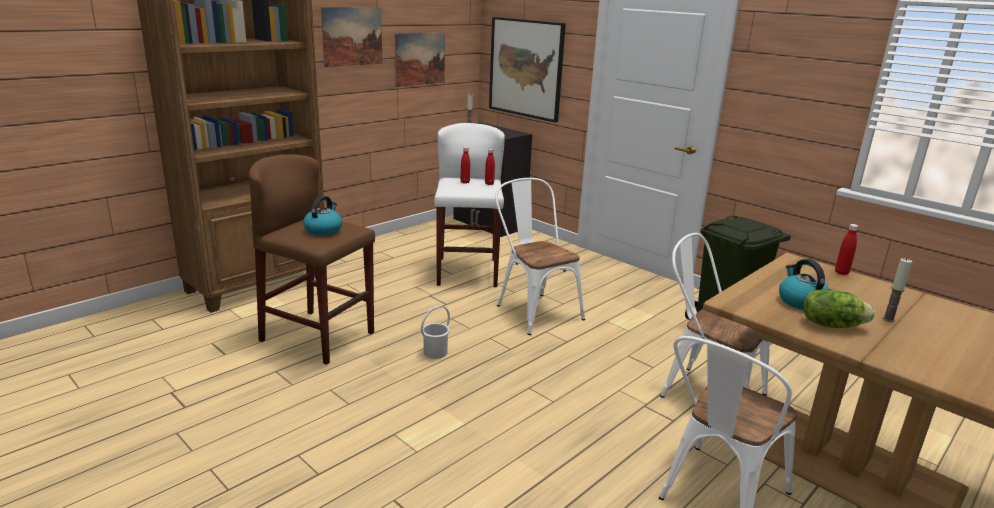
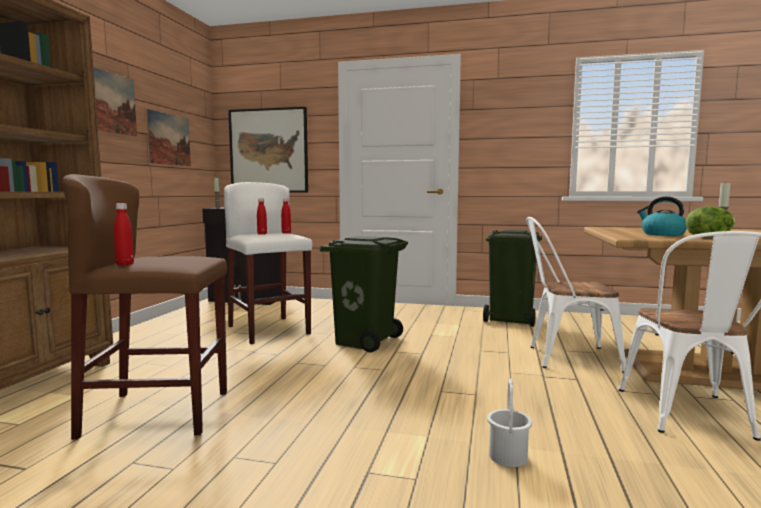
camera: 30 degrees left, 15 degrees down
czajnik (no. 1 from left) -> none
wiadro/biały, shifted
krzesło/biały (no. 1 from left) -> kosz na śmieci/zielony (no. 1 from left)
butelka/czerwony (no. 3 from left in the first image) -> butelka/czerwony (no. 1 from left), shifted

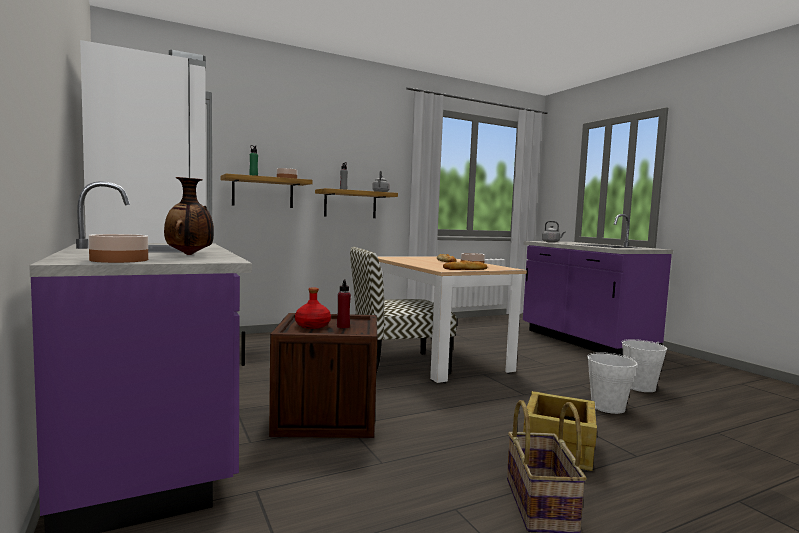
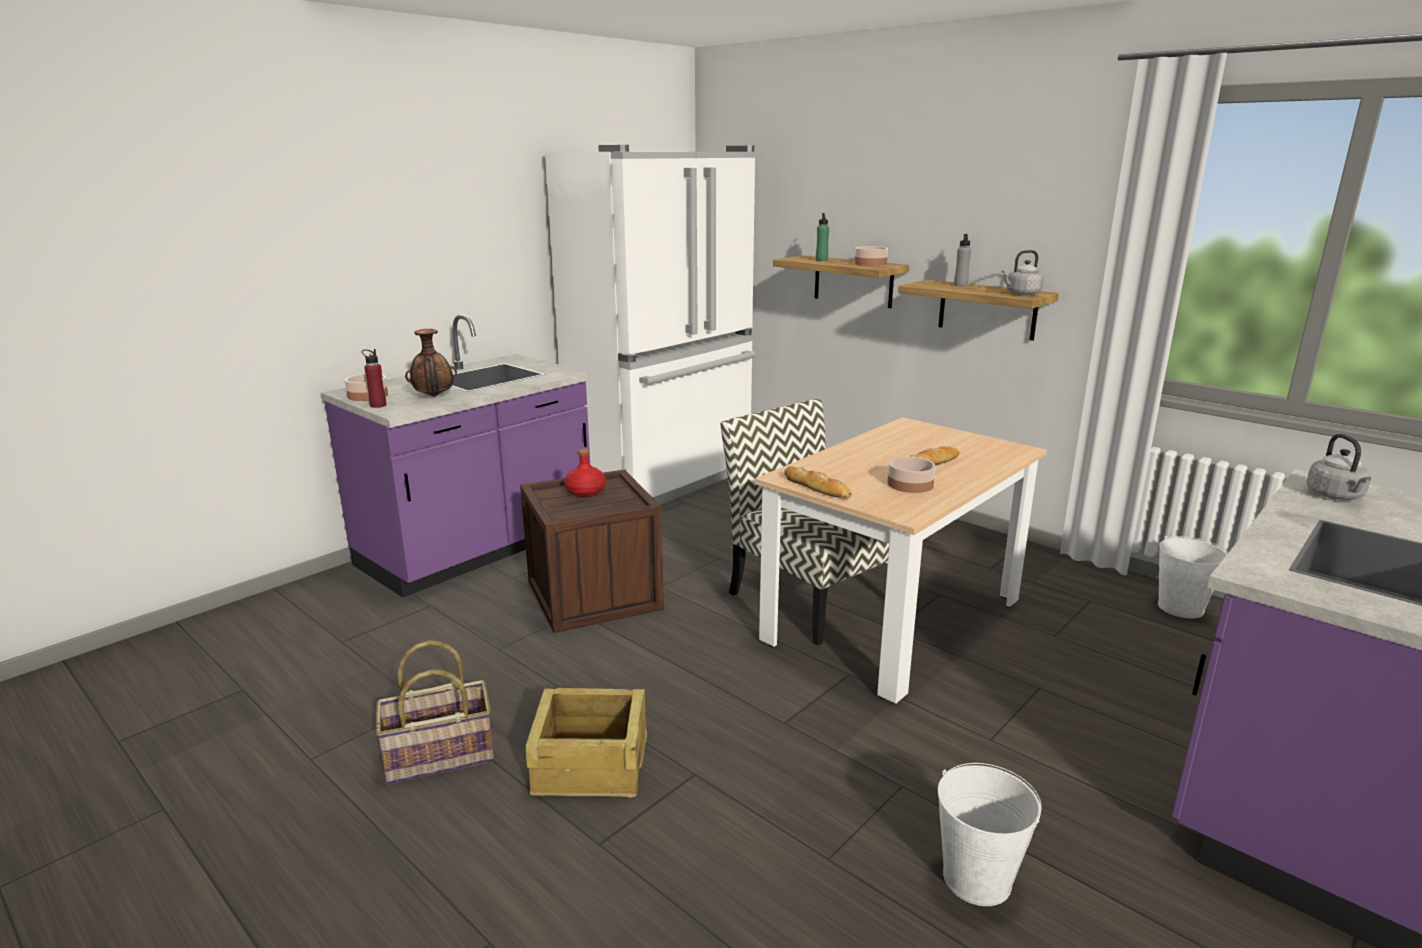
camera: 70 degrees right, 15 degrees up
butelka/czerwony (no. 2 from left in the first image) -> butelka/czerwony (no. 1 from left), shifted
wiadro/biały (no. 1 from left in the first image) -> wiadro/biały (no. 2 from left), shifted

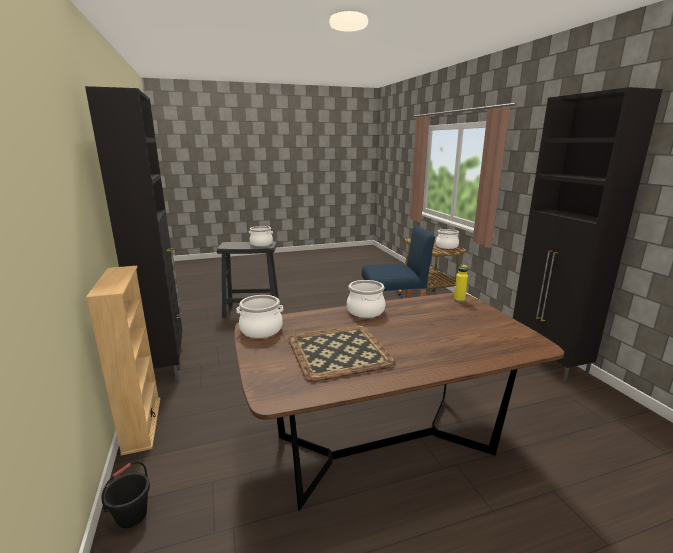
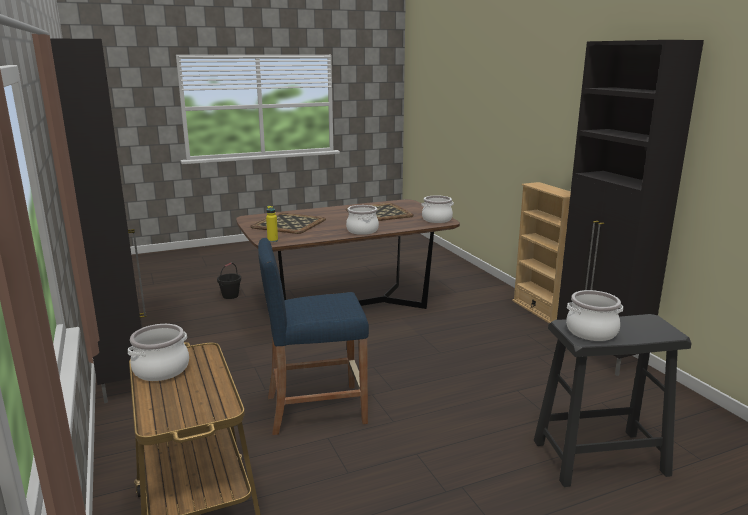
camera: 175 degrees right, 0 degrees up
wiadro/czarny, shifted
none -> taca (no. 1 from left)

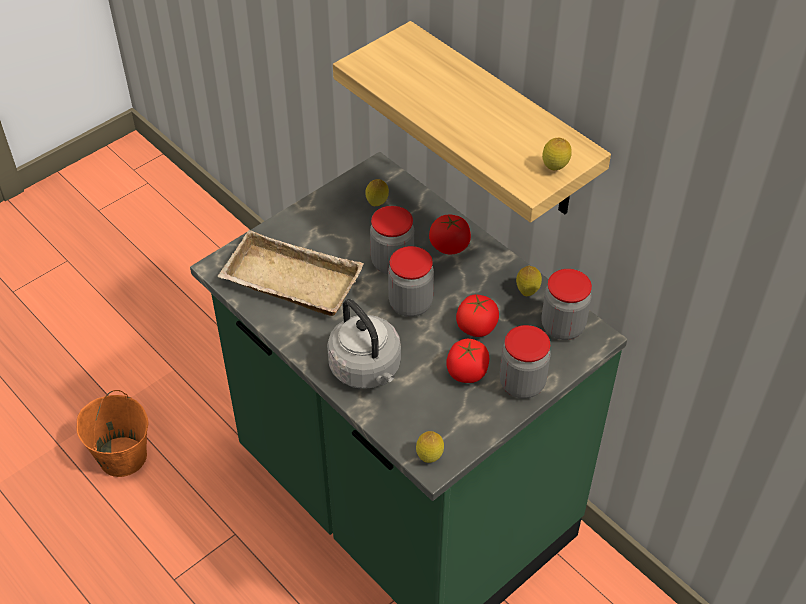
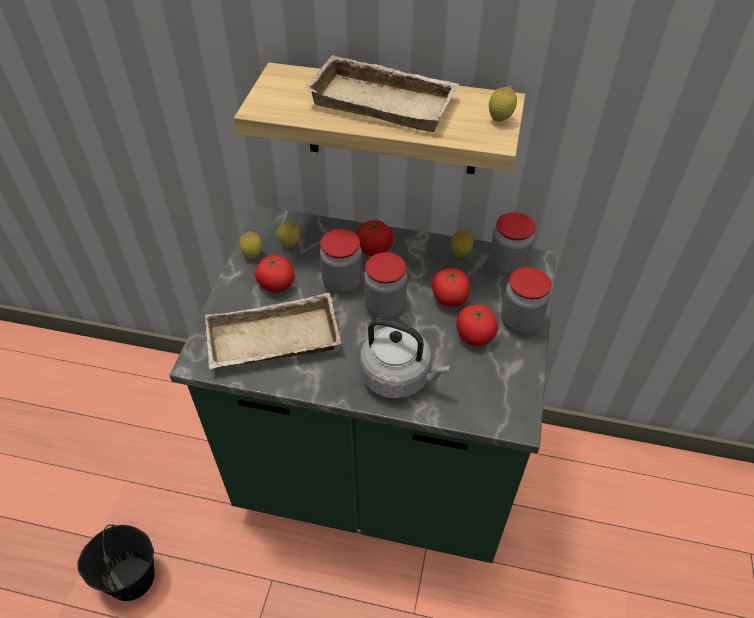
camera: 35 degrees left, 0 degrees up
wiadro/pomarańczowy -> wiadro/czarny
cytryna (no. 2 from left in the first image) -> cytryna (no. 1 from left), shifted
none -> pomidor (no. 1 from left)
none -> taca/beżowy (no. 2 from left)

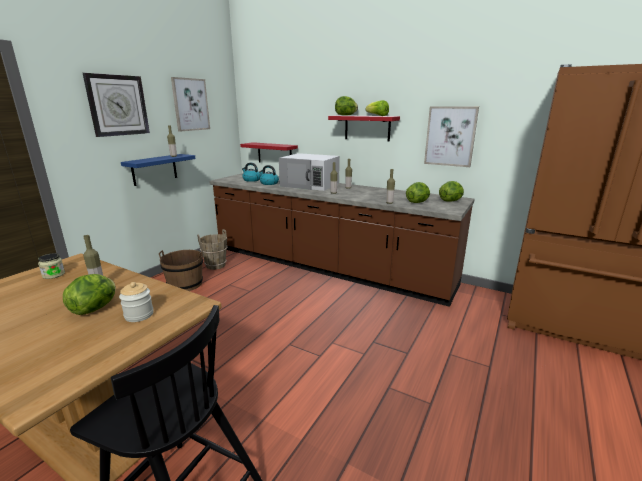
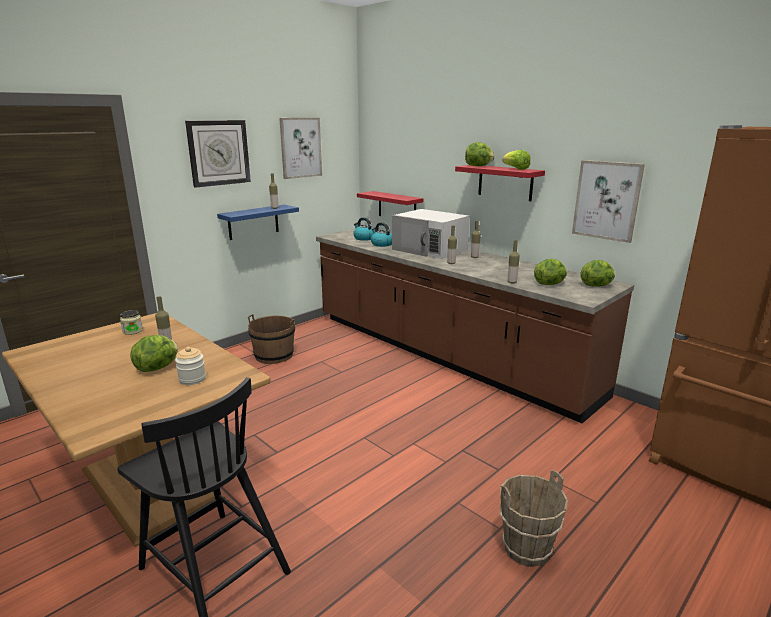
camera: 15 degrees right, 0 degrees up
wiadro/brązowy (no. 2 from left), shifted

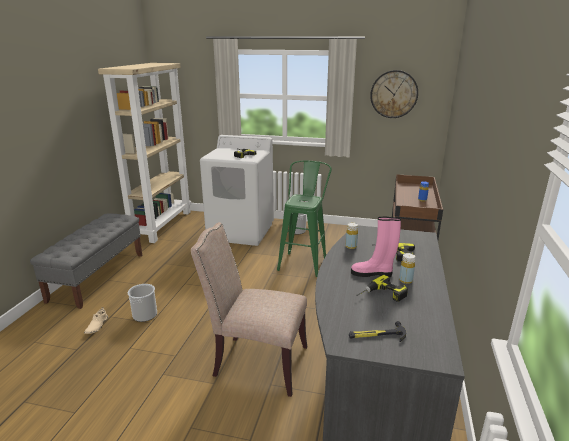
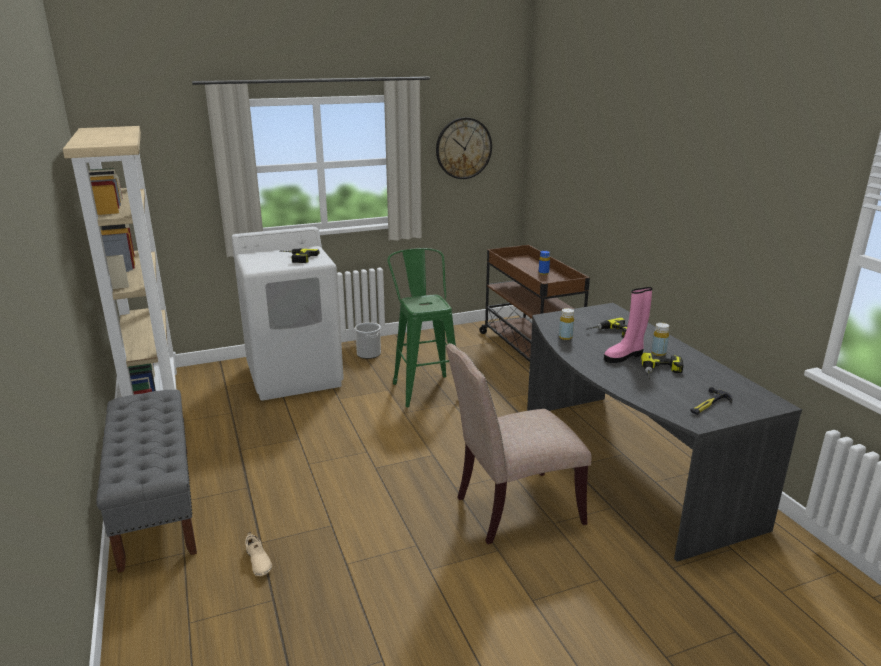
camera: 35 degrees left, 0 degrees up
wiadro (no. 1 from left) -> none

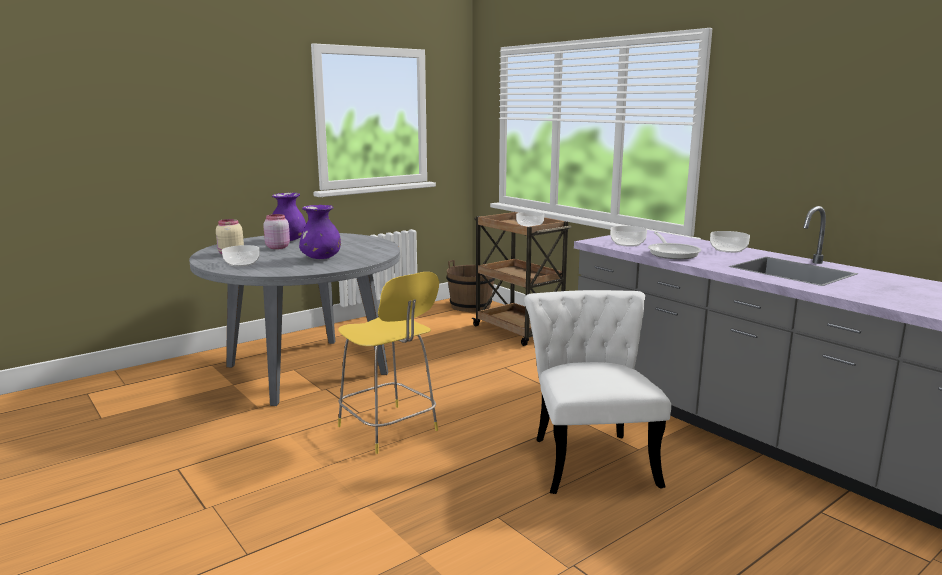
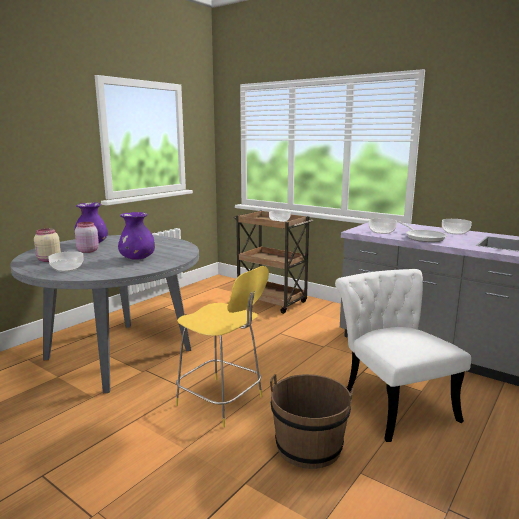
camera: 15 degrees left, 0 degrees up
wiadro/brązowy, shifted

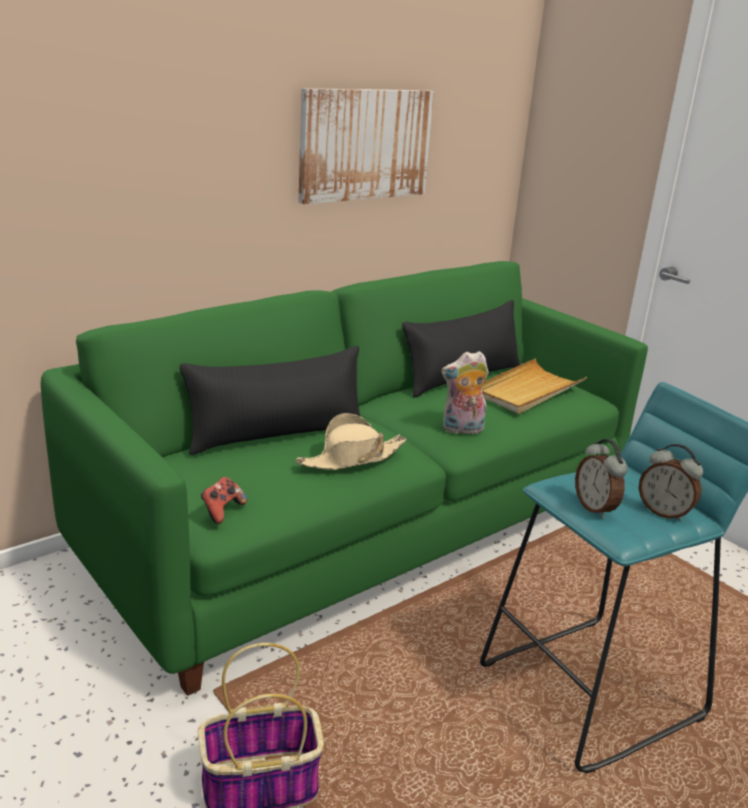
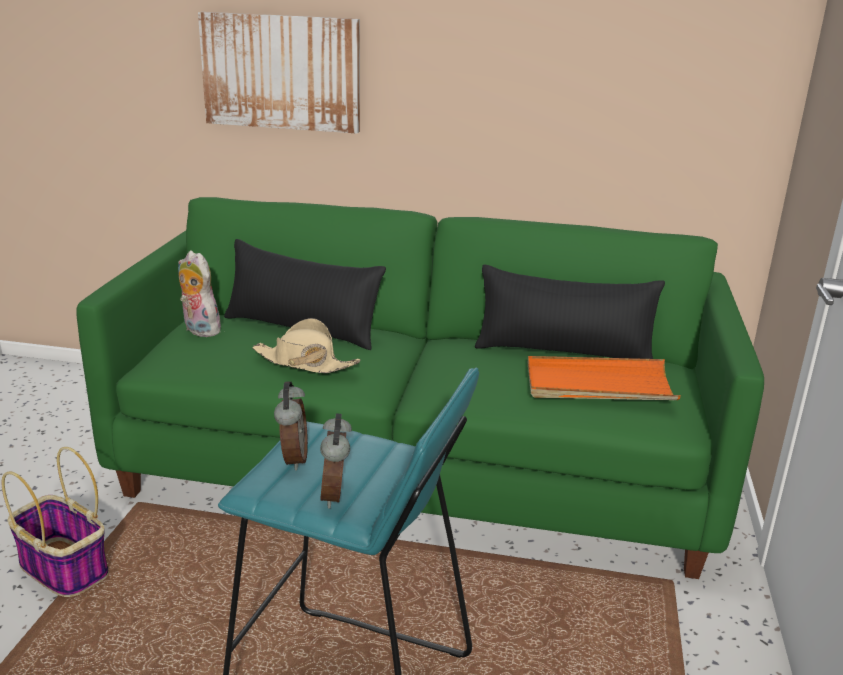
camera: 50 degrees right, 0 degrees up
pad do gier -> none
obraz, shifted
pluszak, shifted
taca/beżowy -> taca/pomarańczowy
budzik (no. 1 from left), 150 degrees clockwise

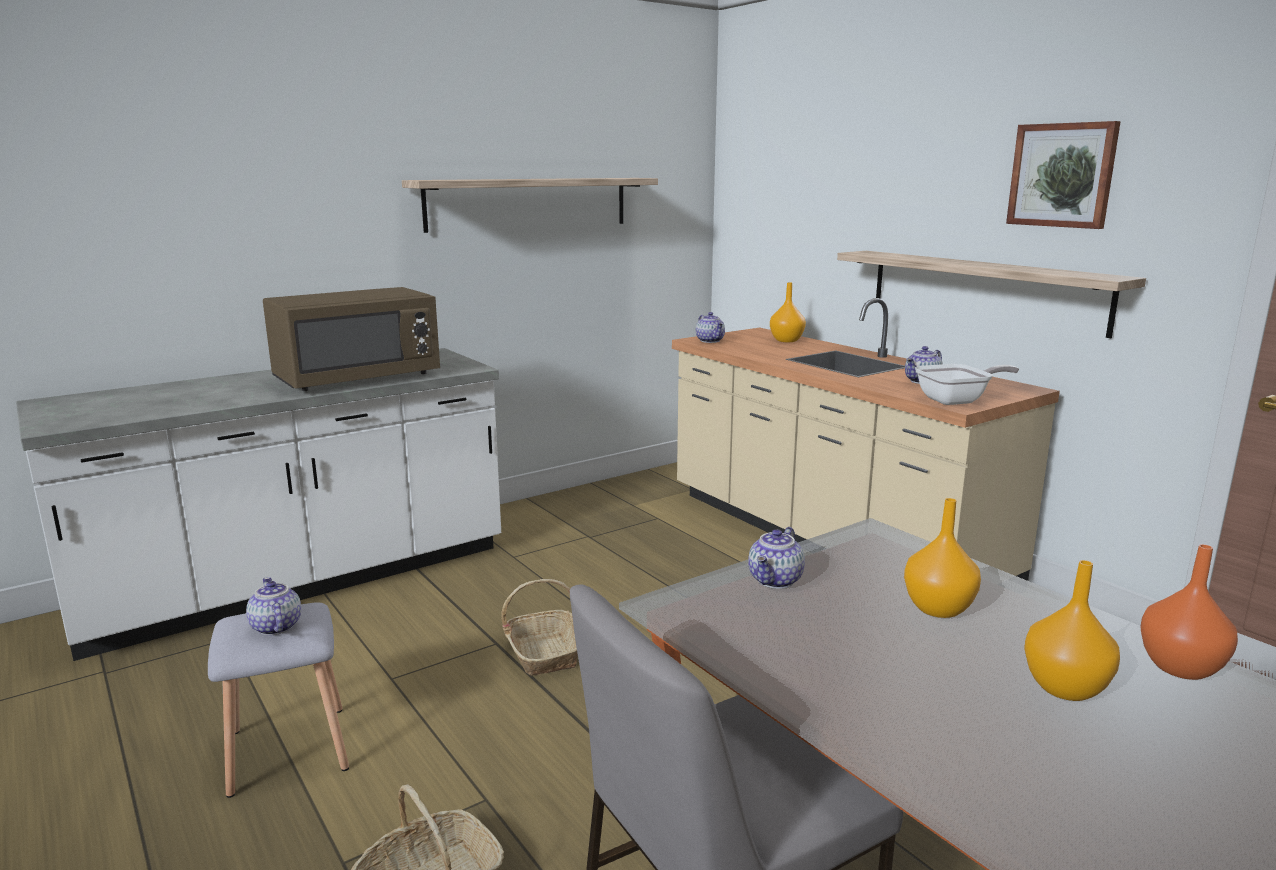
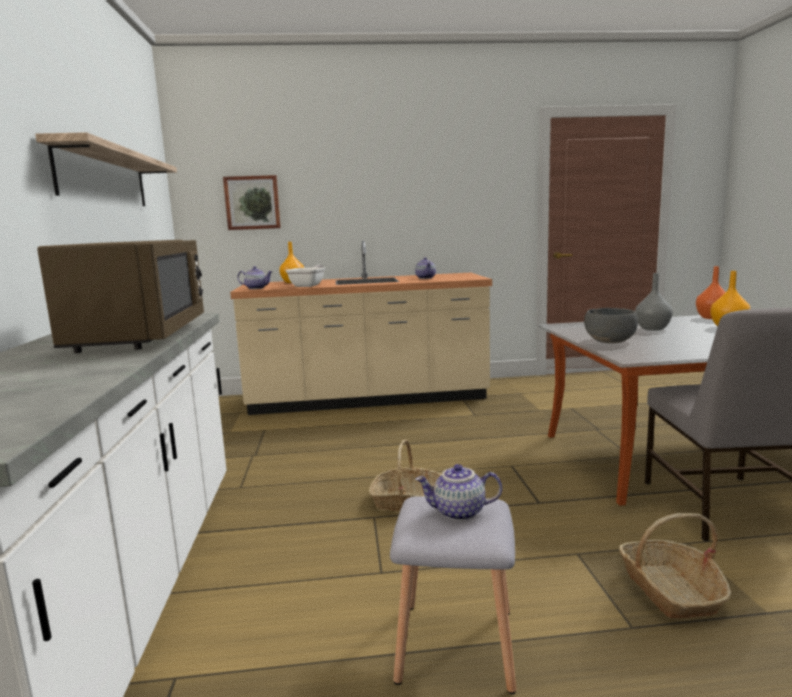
camera: 60 degrees left, 5 degrees down
imbryk (no. 3 from left) -> miska/szary
półka (no. 2 from left) -> none
wazon/pomarańczowy (no. 2 from left) -> wazon/szary
patelnia, shifted
obraz, shifted

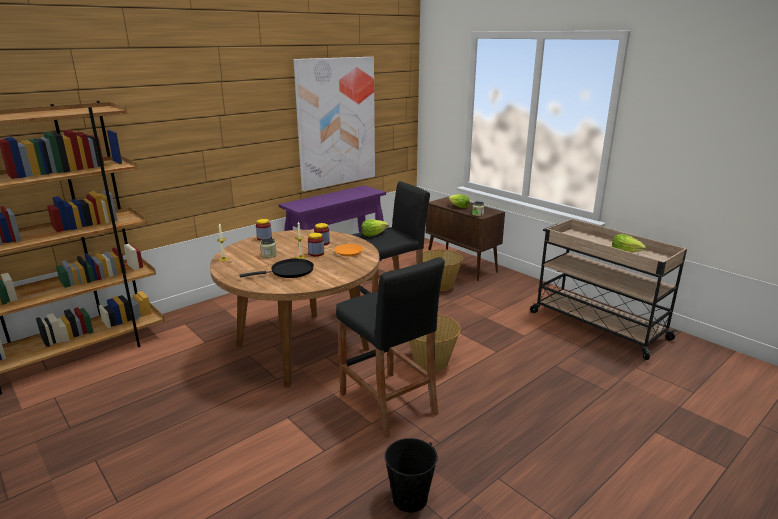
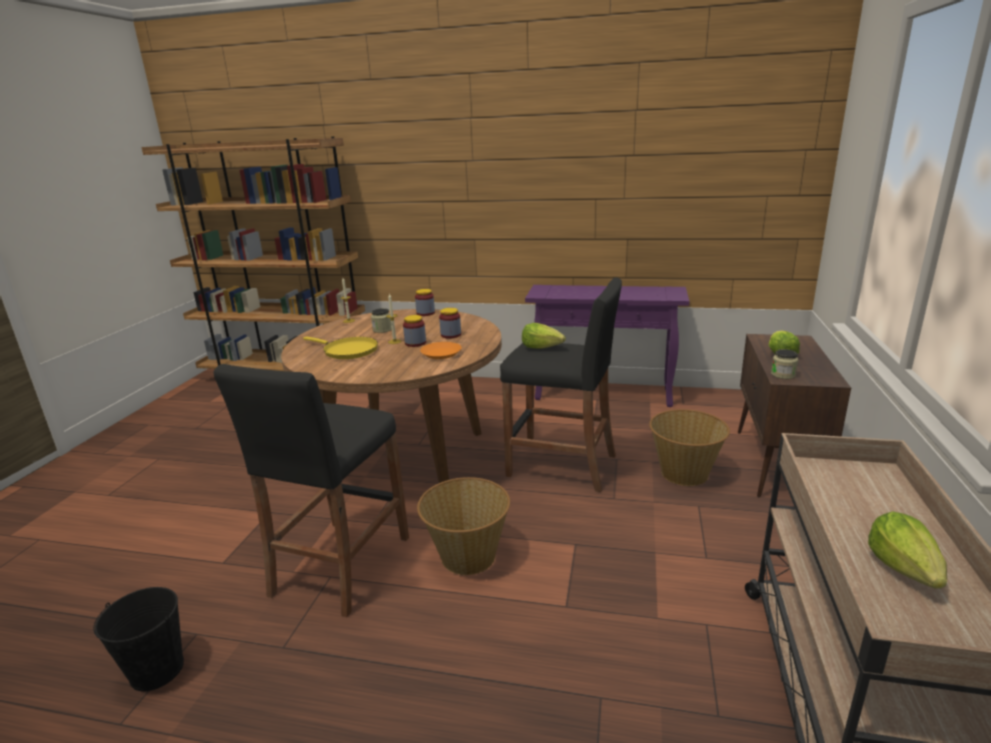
camera: 55 degrees right, 0 degrees up
patelnia/czarny -> patelnia/żółty
obraz -> none

